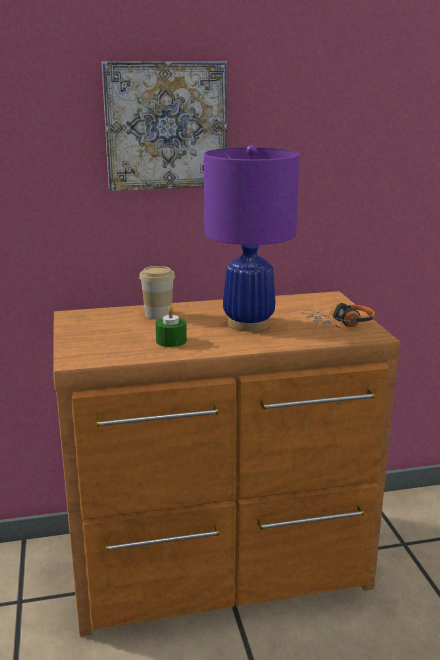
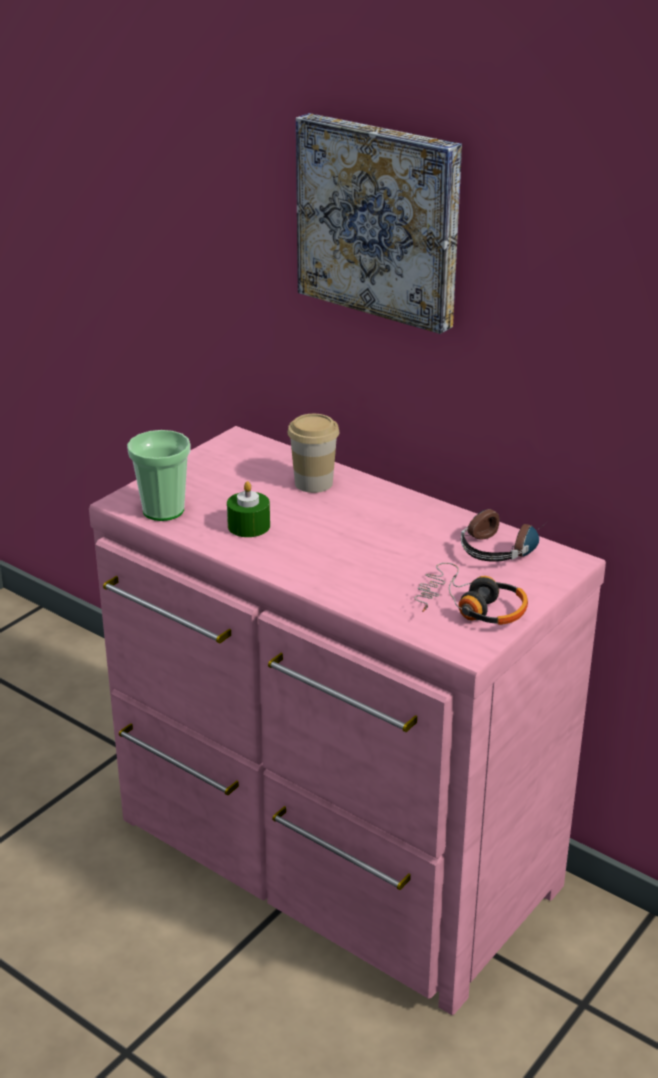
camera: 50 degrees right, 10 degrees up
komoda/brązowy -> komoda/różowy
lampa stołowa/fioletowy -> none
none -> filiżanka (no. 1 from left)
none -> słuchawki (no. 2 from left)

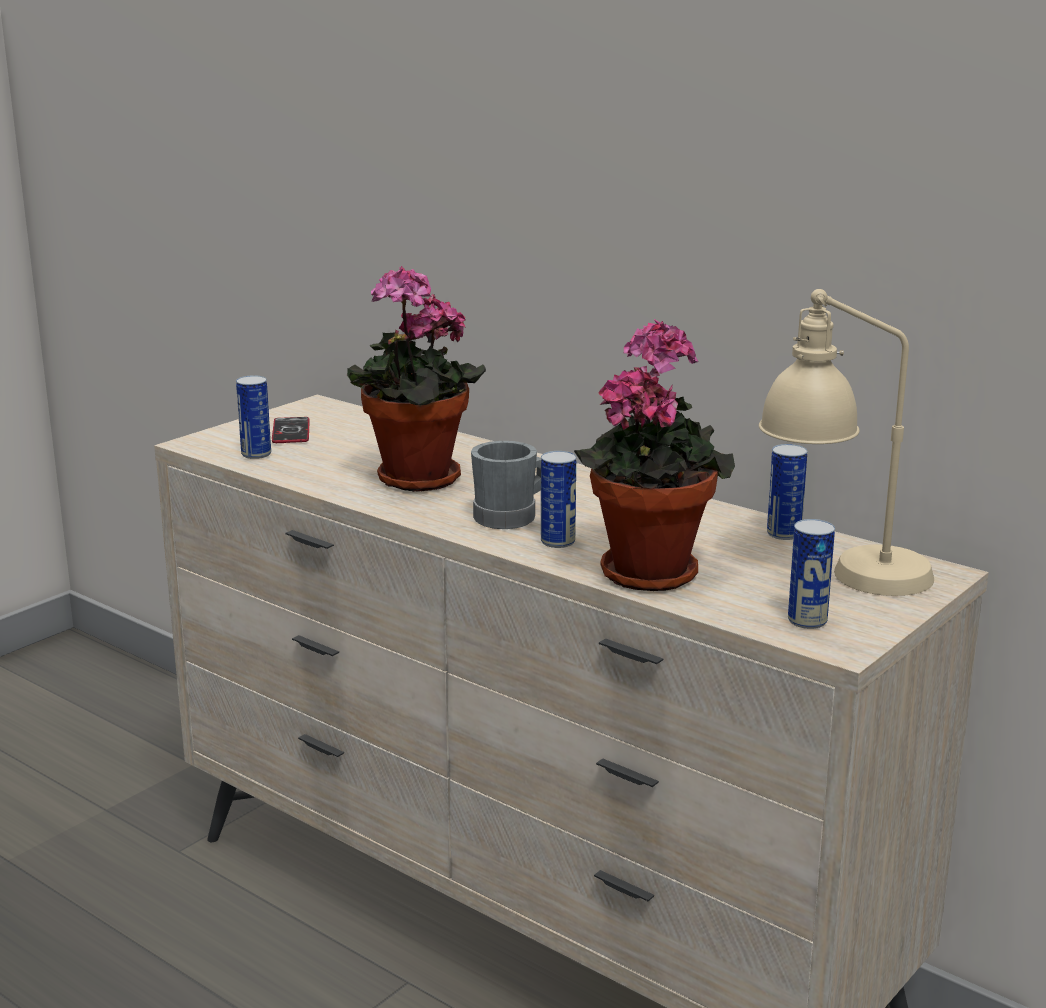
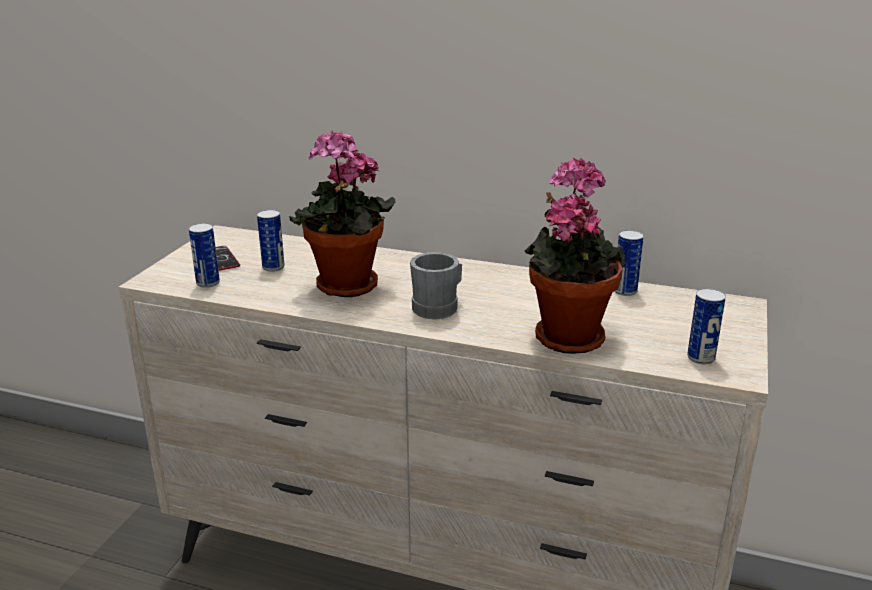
camera: 20 degrees left, 5 degrees up
puszka (no. 2 from left), shifted
lampa stołowa/beżowy -> none

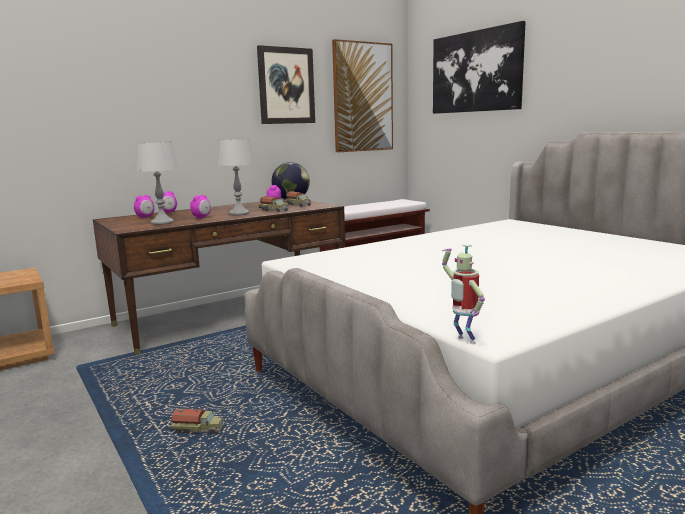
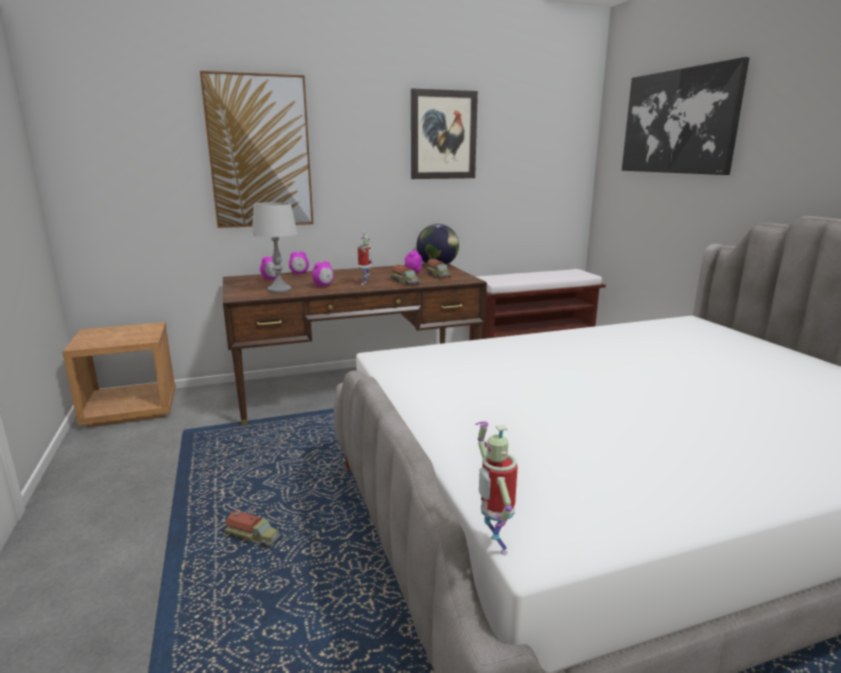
camera: 15 degrees right, 5 degrees up
lampa stołowa/szary (no. 2 from left) -> robot zabawkowy (no. 1 from left)
obraz (no. 2 from left in the first image) -> obraz (no. 1 from left), shifted

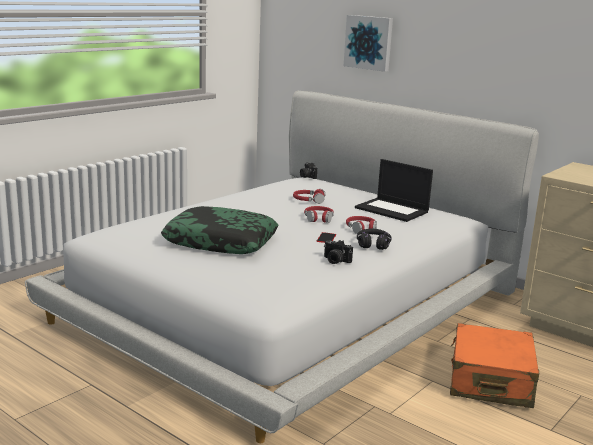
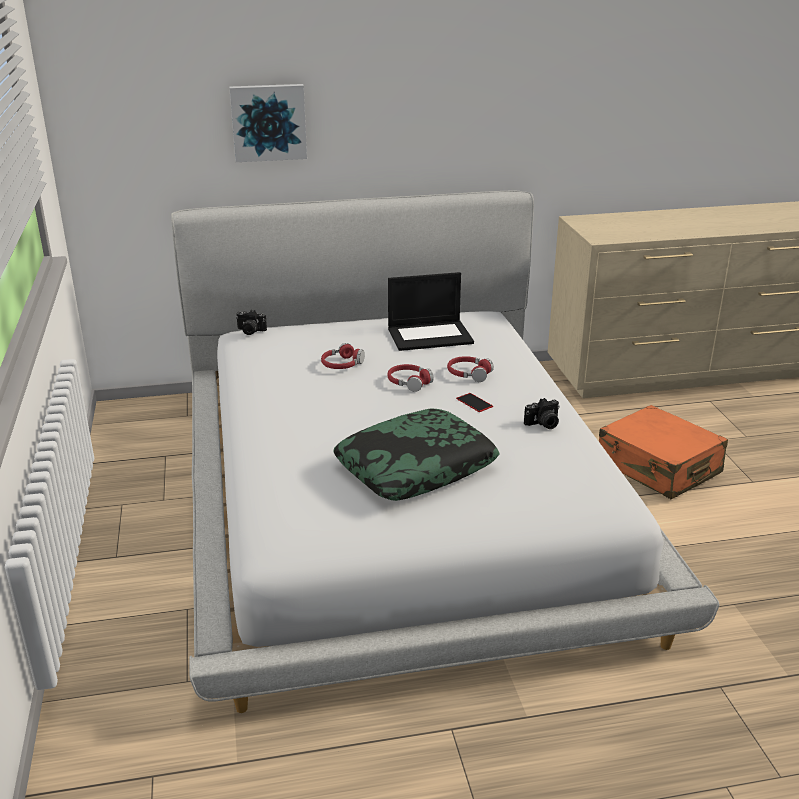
camera: 50 degrees left, 10 degrees up
słuchawki/czarny -> none

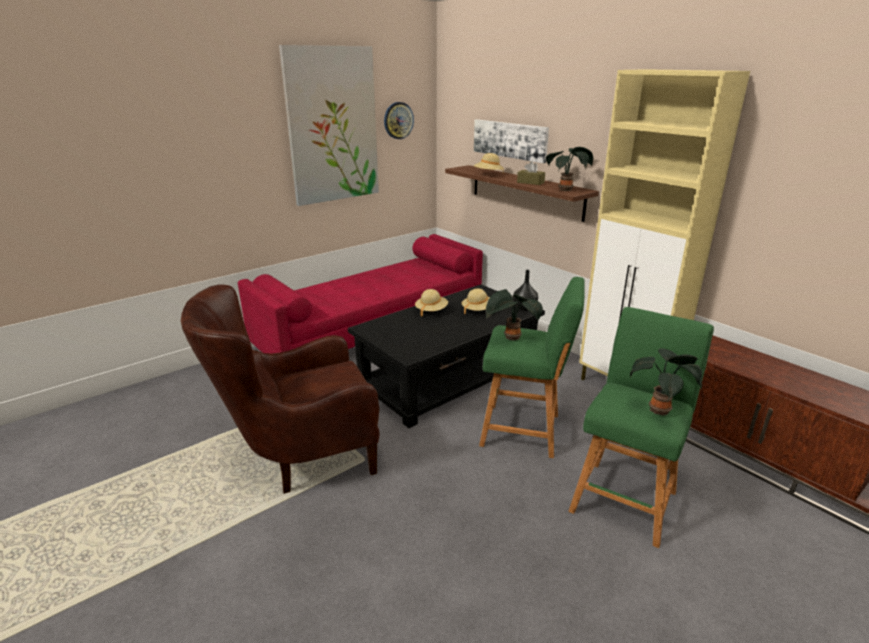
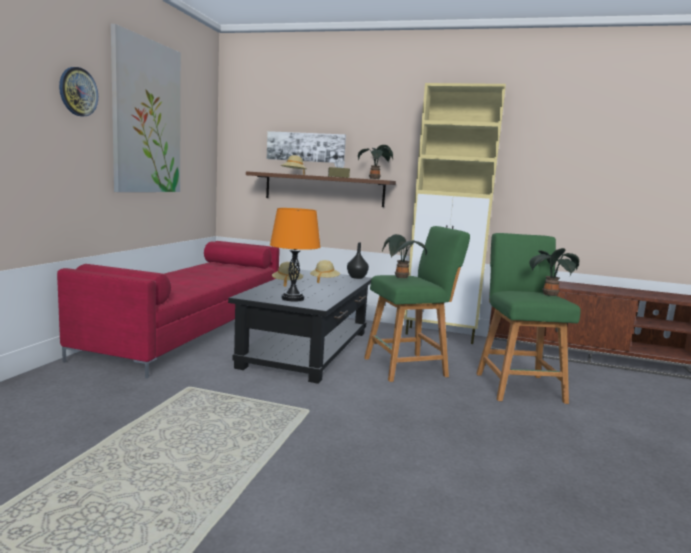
camera: 35 degrees left, 15 degrees down
fotel/brązowy -> none
zegar ścienny, shifted
none -> lampa stołowa/pomarańczowy

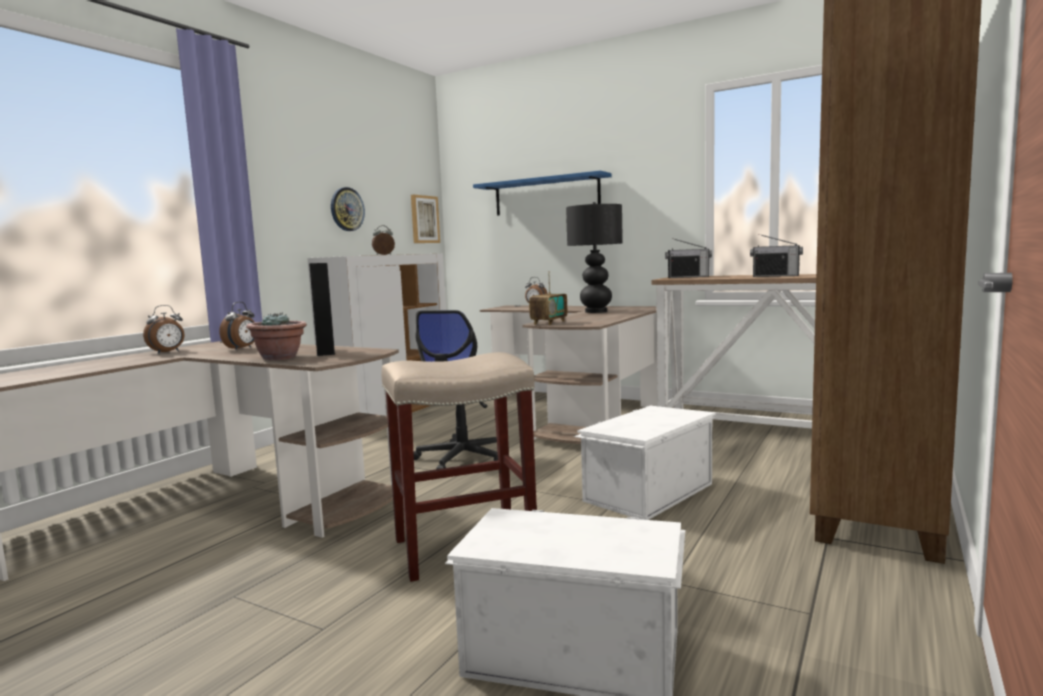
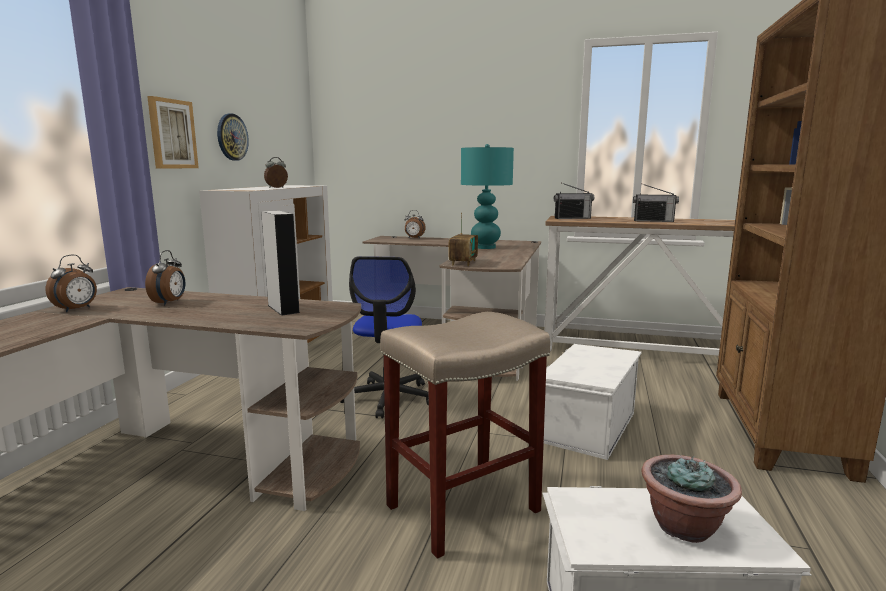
camera: 15 degrees left, 5 degrees up
roślina doniczkowa, shifted
obraz, shifted
półka/niebieski -> none
lampa stołowa/czarny -> lampa stołowa/turkusowy

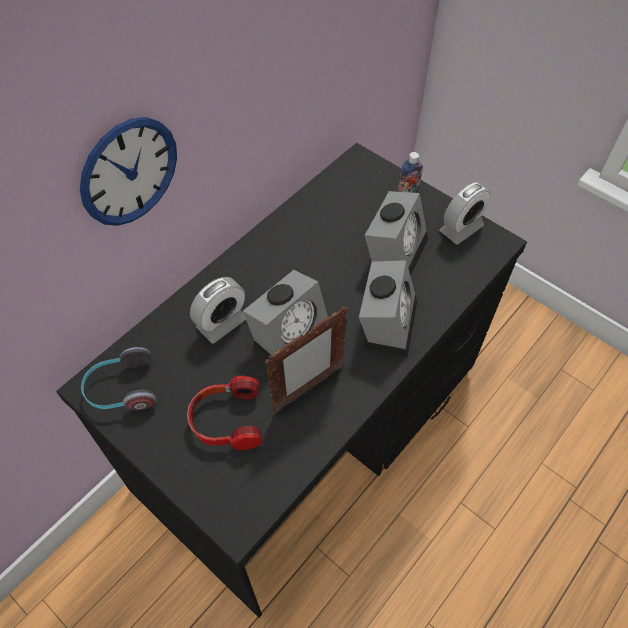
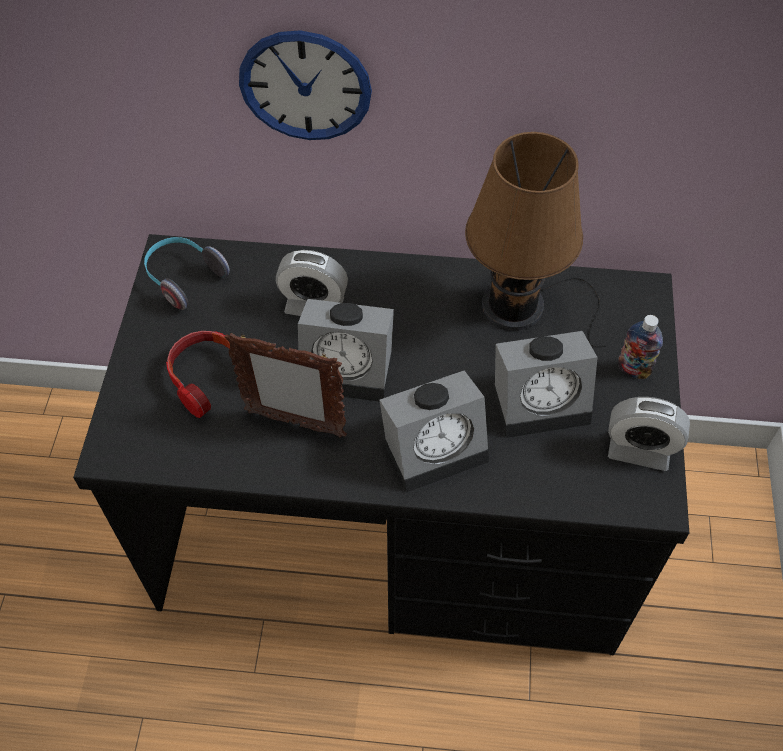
camera: 55 degrees right, 0 degrees up
none -> lampa stołowa/brązowy

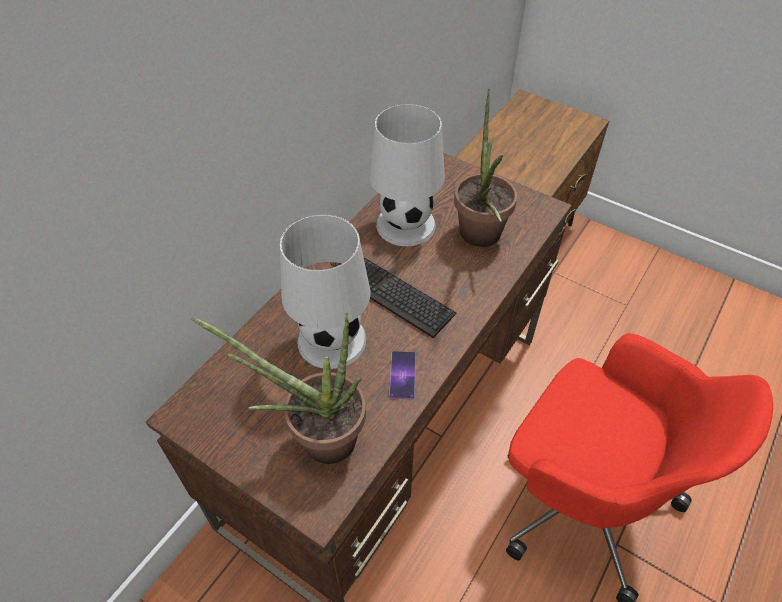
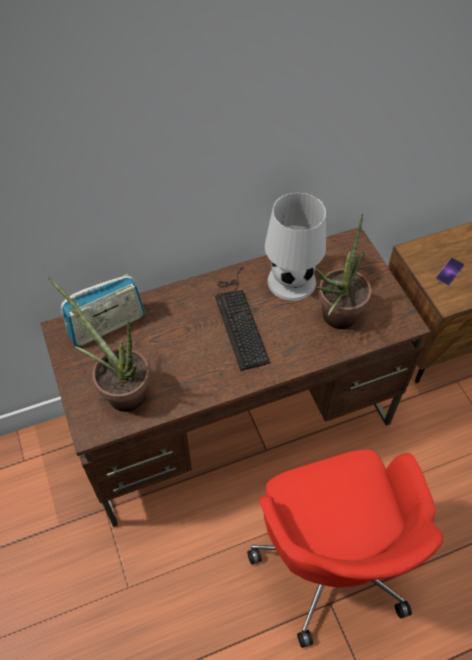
camera: 35 degrees right, 5 degrees up
lampa stołowa/biały (no. 1 from left) -> none
telefon, shifted
none -> radio

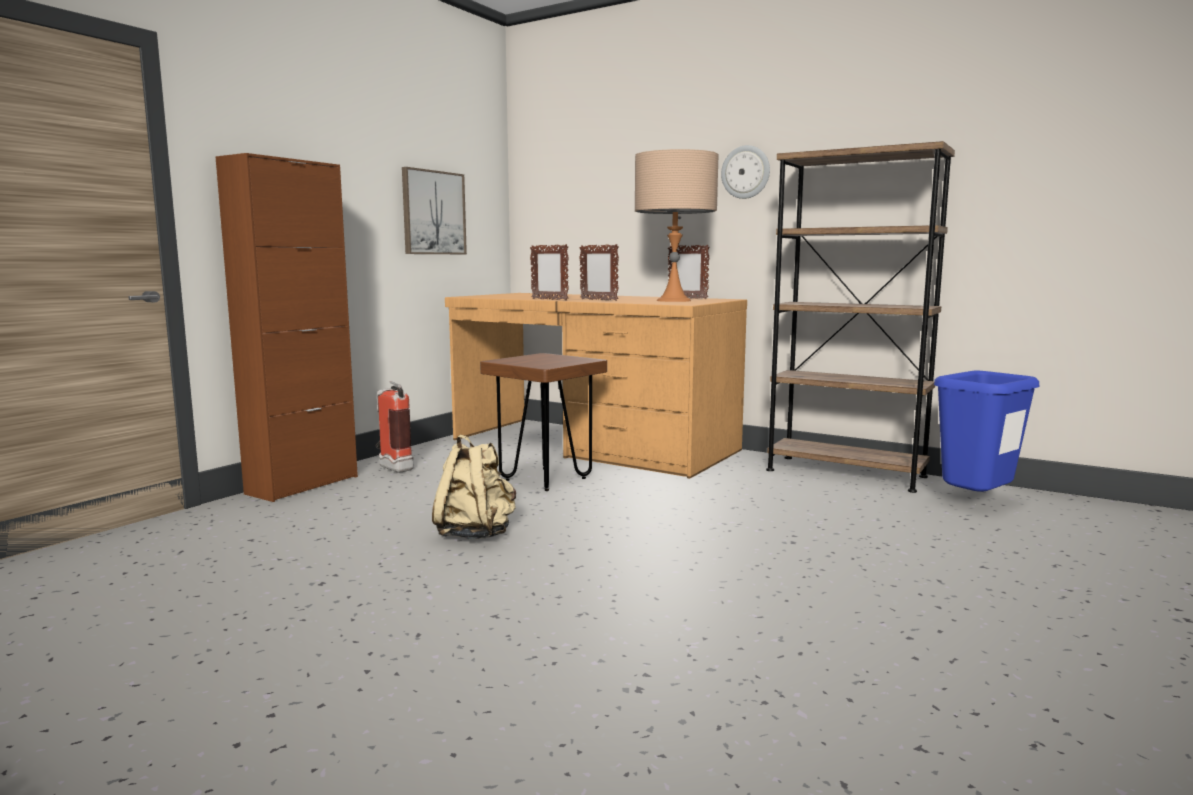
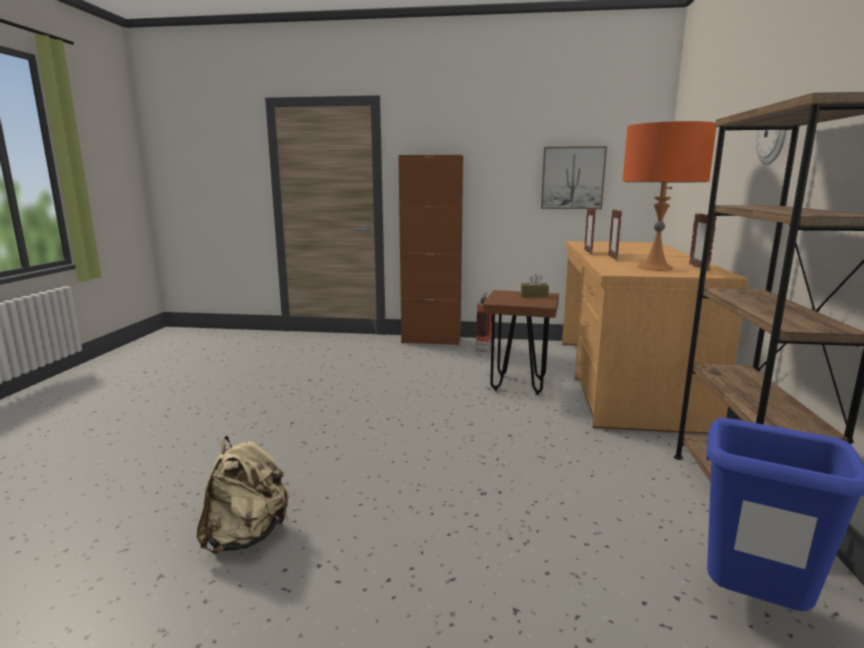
camera: 65 degrees right, 5 degrees up
plecak/beżowy, shifted
lampa stołowa/beżowy -> lampa stołowa/pomarańczowy
none -> pudełko chusteczek/brązowy

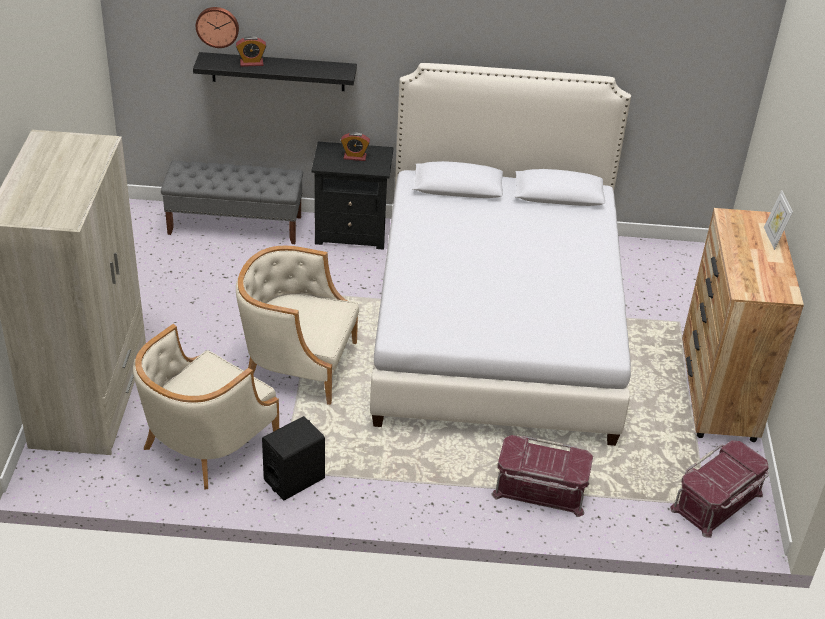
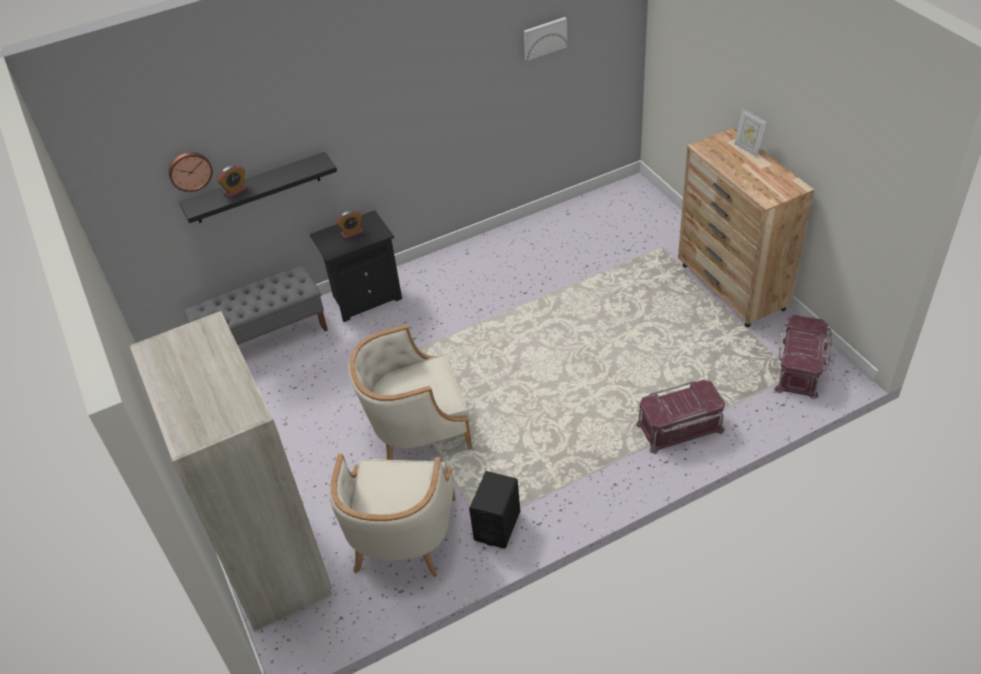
camera: 25 degrees left, 5 degrees up
łóżko/biały -> none
none -> obraz

